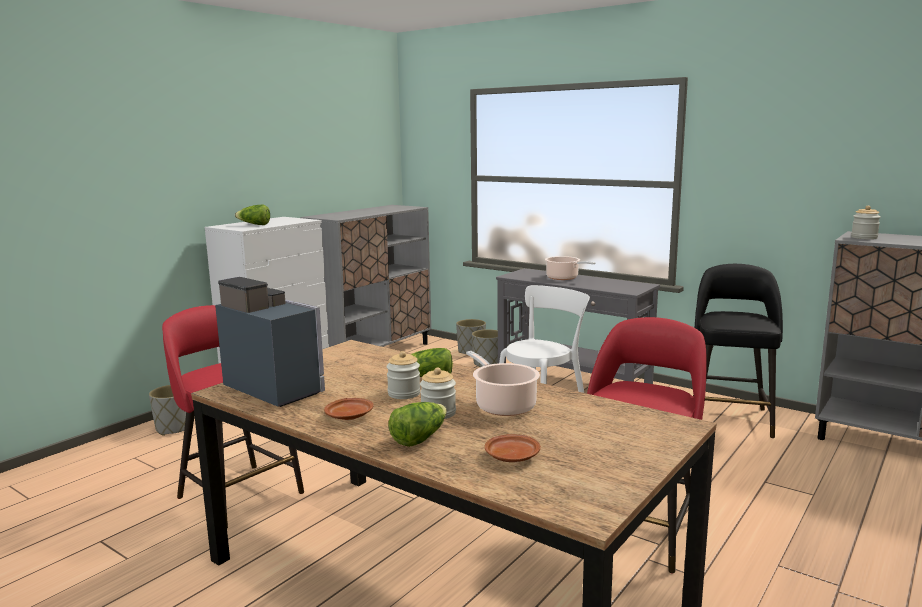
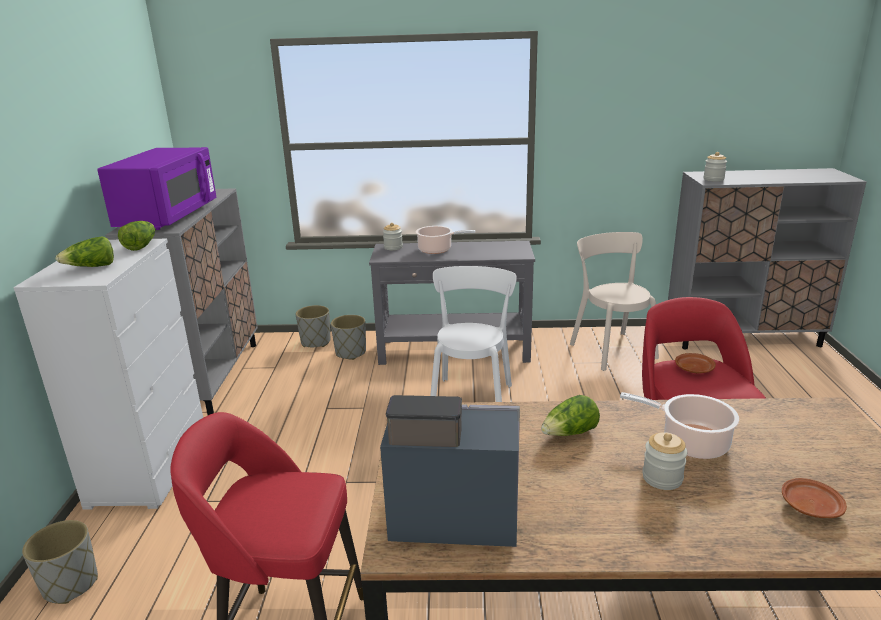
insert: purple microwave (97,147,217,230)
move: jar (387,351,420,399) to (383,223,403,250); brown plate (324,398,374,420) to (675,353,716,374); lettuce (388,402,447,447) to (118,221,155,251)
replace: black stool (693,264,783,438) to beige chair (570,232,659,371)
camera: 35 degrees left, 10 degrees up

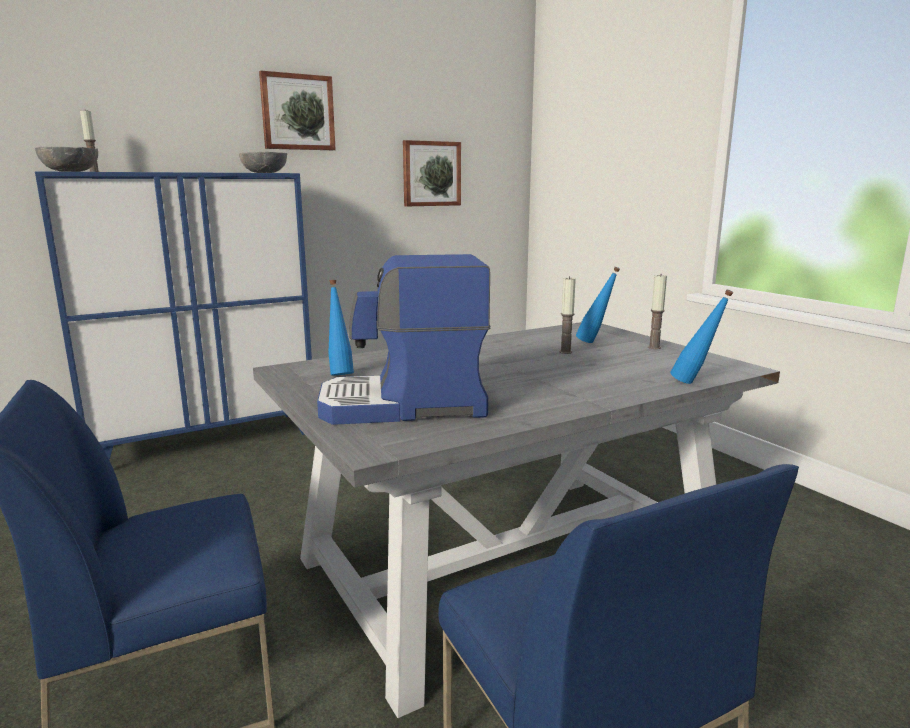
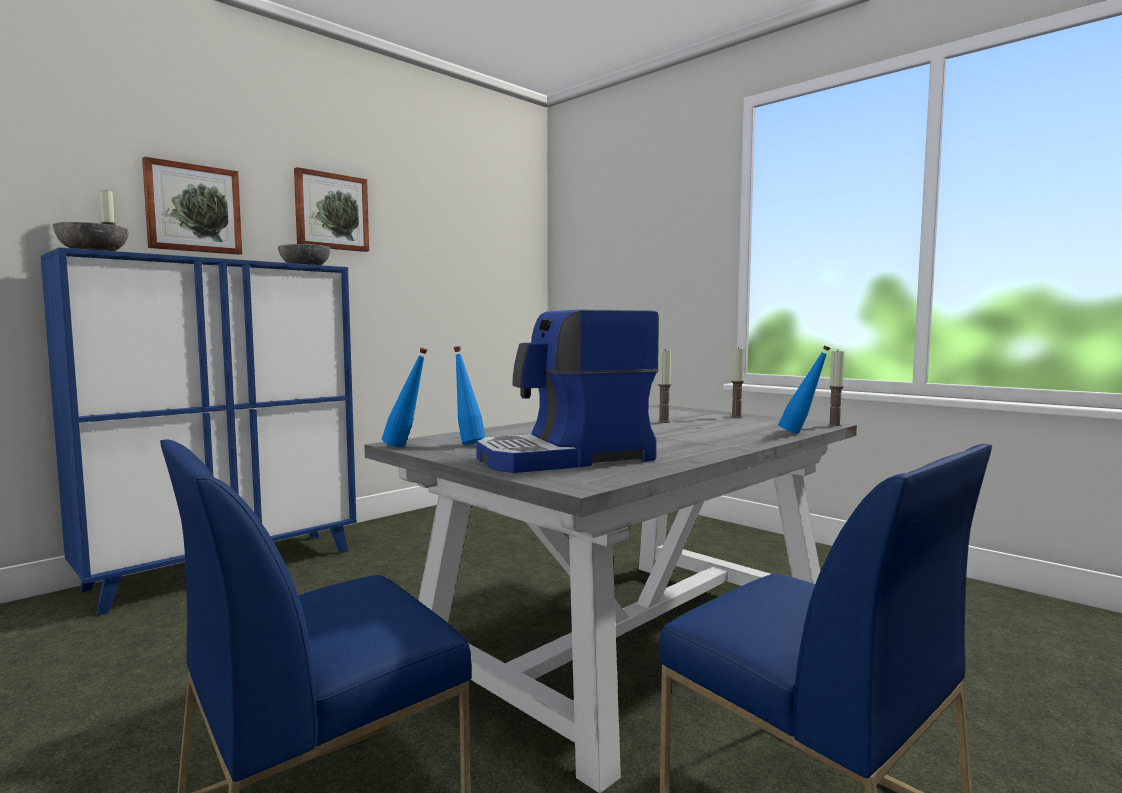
insert: candle (828,351,844,426)
move: picture (403,140,461,206) to (142,157,242,255); blue bottle (576,267,620,343) to (382,348,427,447)
camera: 15 degrees left, 10 degrees down

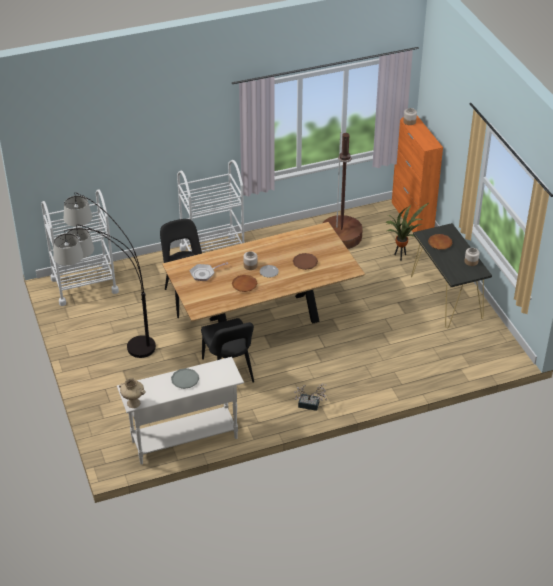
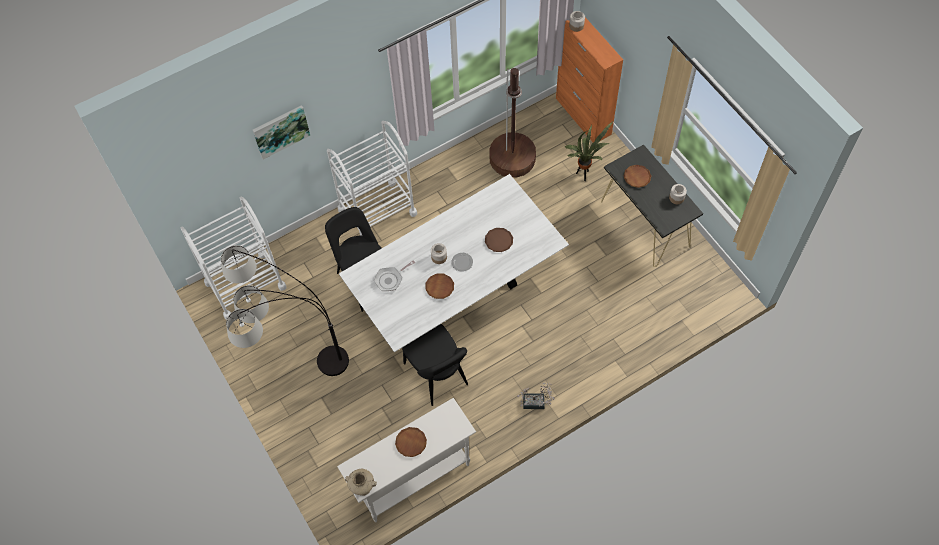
insert: picture (253,105,310,159)
recolor: brown dining table (162,222,365,324) to white dining table (339,174,569,352); grey plate (171,368,199,389) to brown plate (395,427,427,457)
camera: 10 degrees left, 20 degrees up

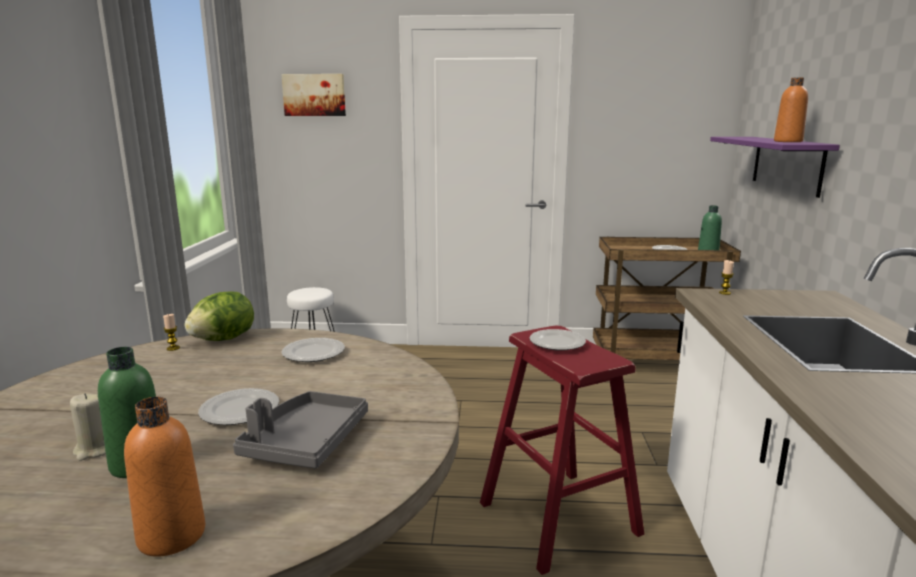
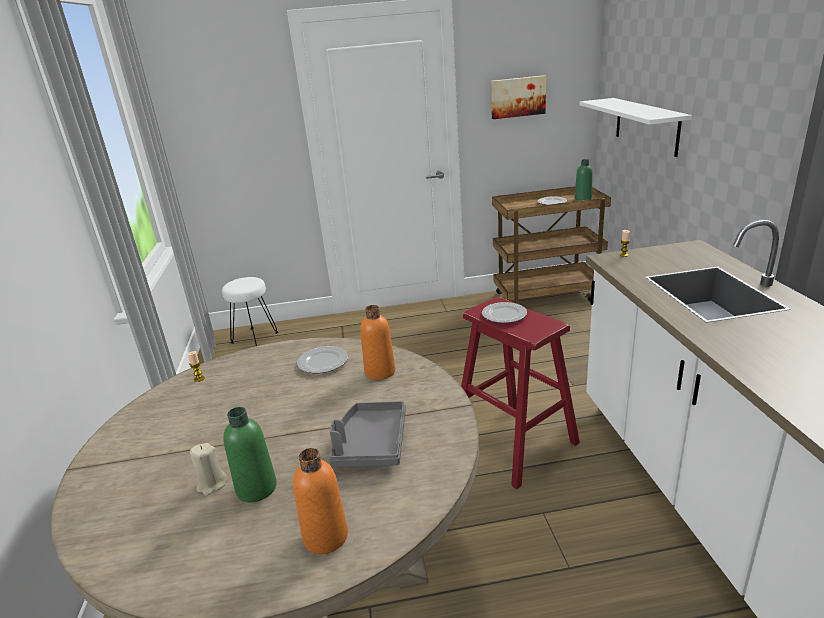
delete: lettuce (185,291,254,341); plate (198,388,279,425)
move: picture (281,74,346,116) to (491,75,546,119); orange bottle (774,77,808,142) to (360,305,395,380)
recolor: purple shelf (710,137,840,198) to white shelf (579,98,692,157)
camera: 10 degrees left, 10 degrees up

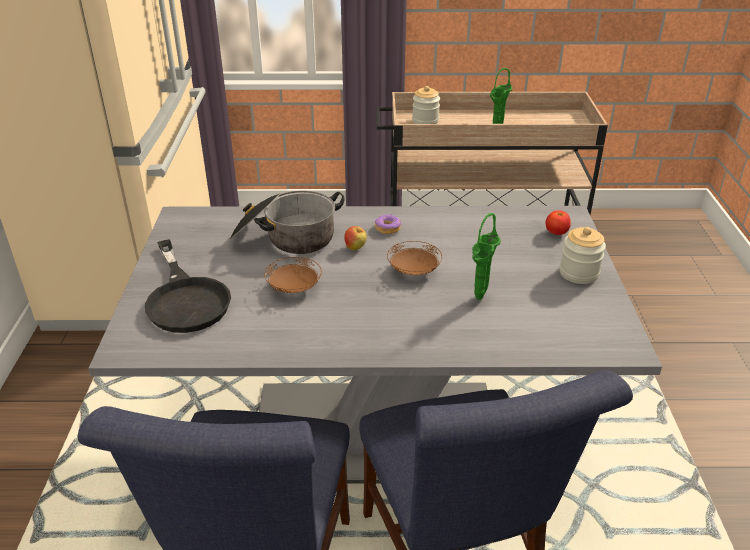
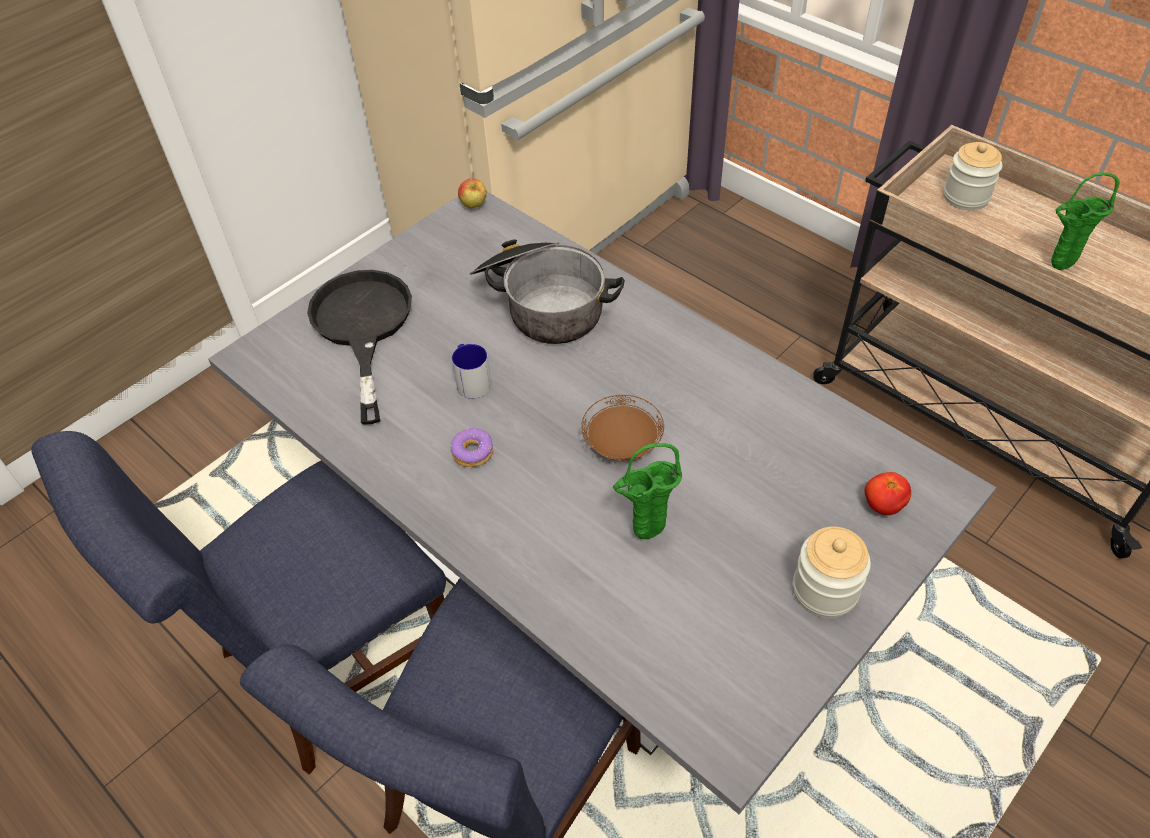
move: donut (375,214,401,234) to (451,428,493,467); apple (344,226,367,250) to (458,178,487,209)
replace: brown plate (264,257,322,293) to mug (452,344,491,399)
rotate: black frying pan (145,239,231,333) = (307,270,412,425) 150 degrees clockwise
camera: 45 degrees right, 15 degrees up

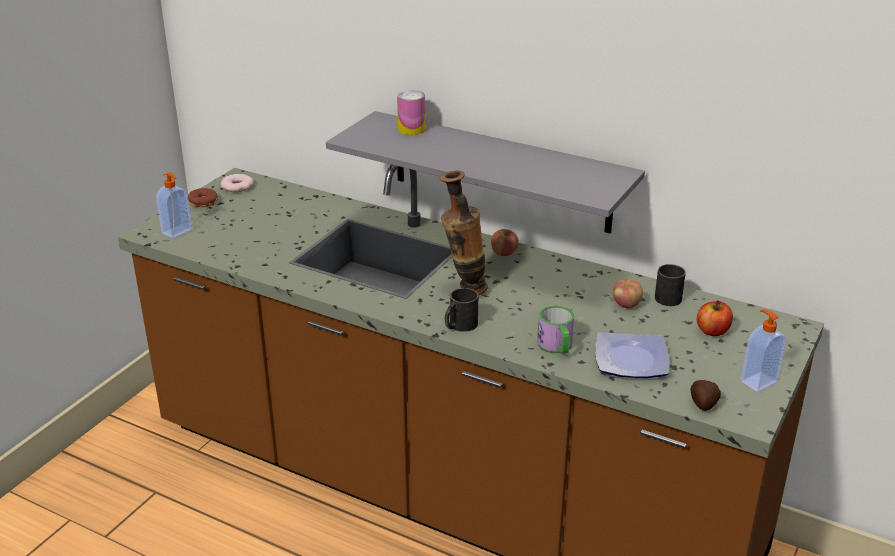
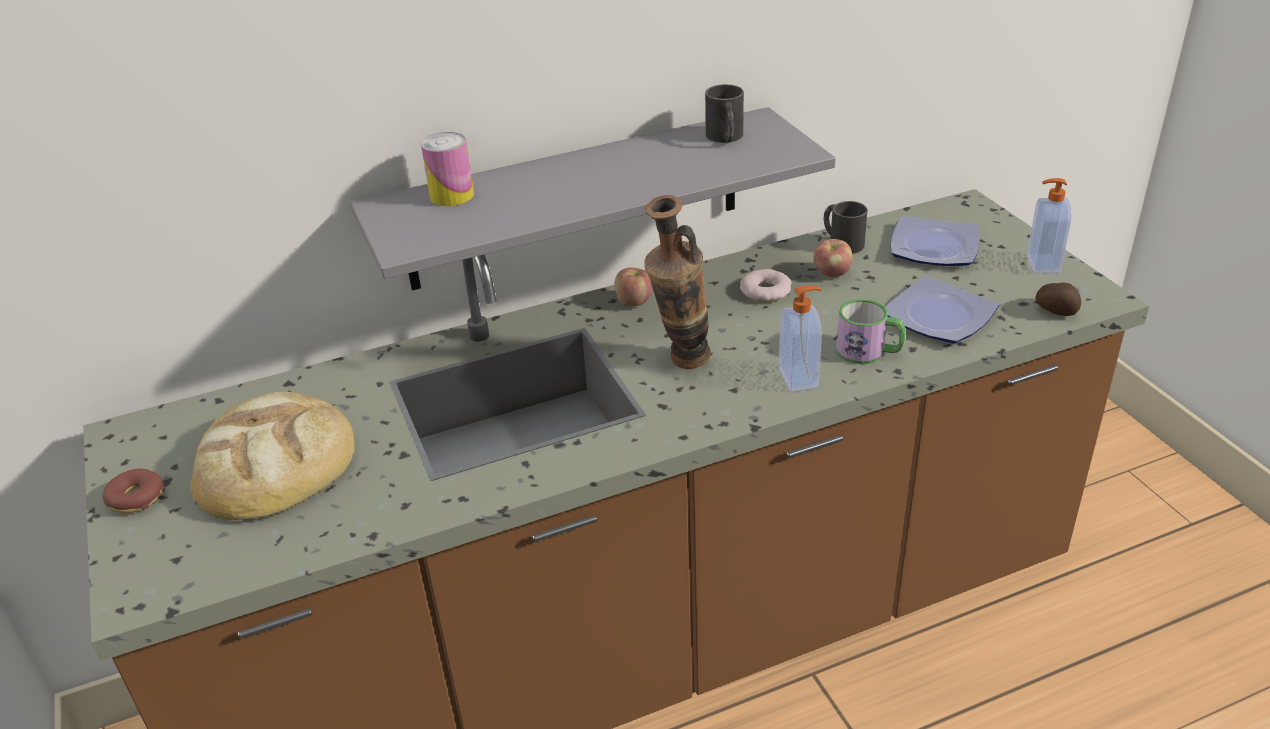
insert: bread (191,392,355,520)
move: soap dispenser (156,172,192,238) to (779,286,822,392); donut (221,174,254,192) to (740,269,792,302); black mug (445,288,478,332) to (705,84,744,143)
replace: apple (697,300,733,336) to plate (891,216,980,266)
camera: 50 degrees left, 5 degrees up

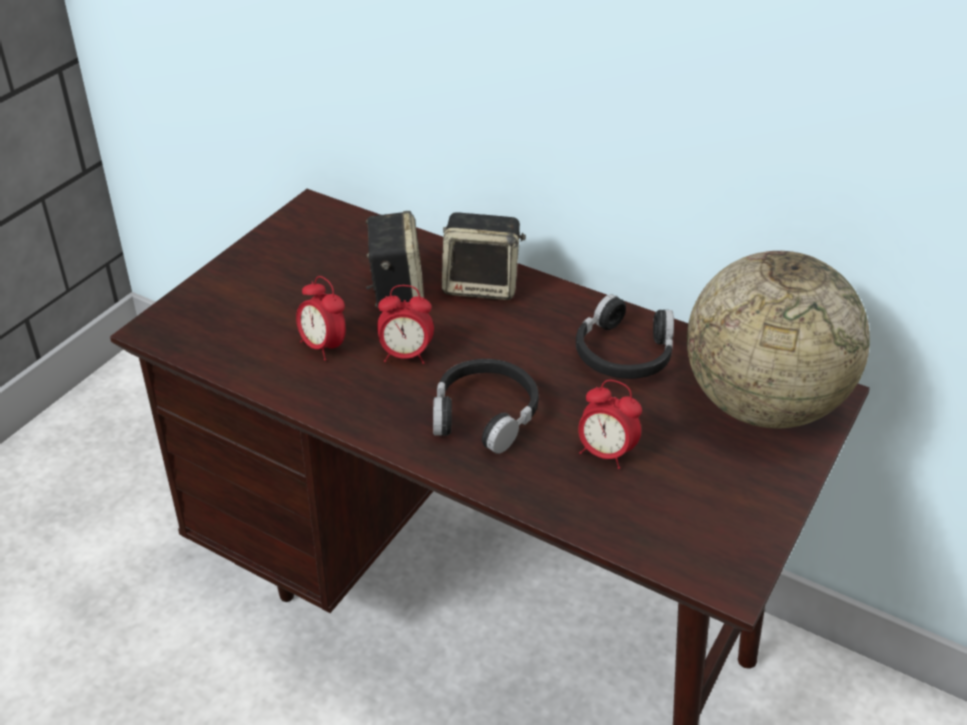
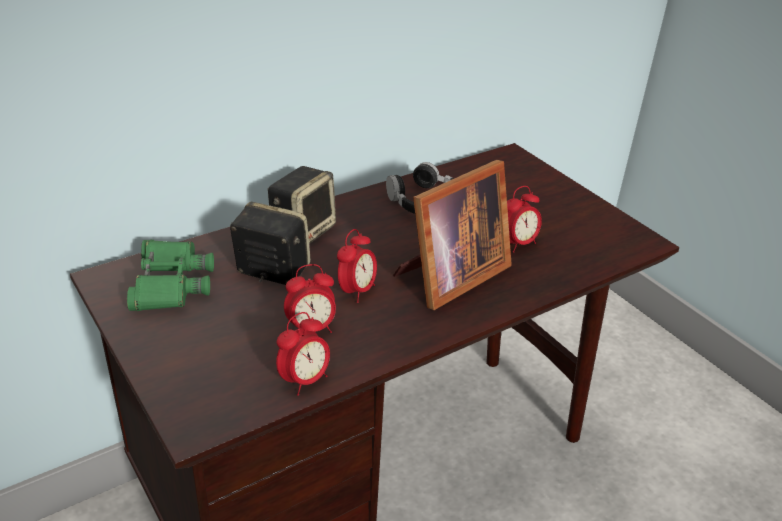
delete: globe (687,251,870,428)
insert: green binoculars (127,240,214,311); alarm clock (276,312,330,396)
replace: black headphones (433,359,539,454) to picture frame (393,160,512,310)
camera: 65 degrees left, 5 degrees down

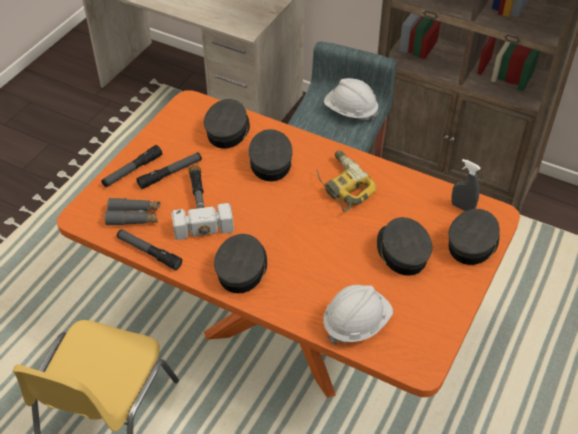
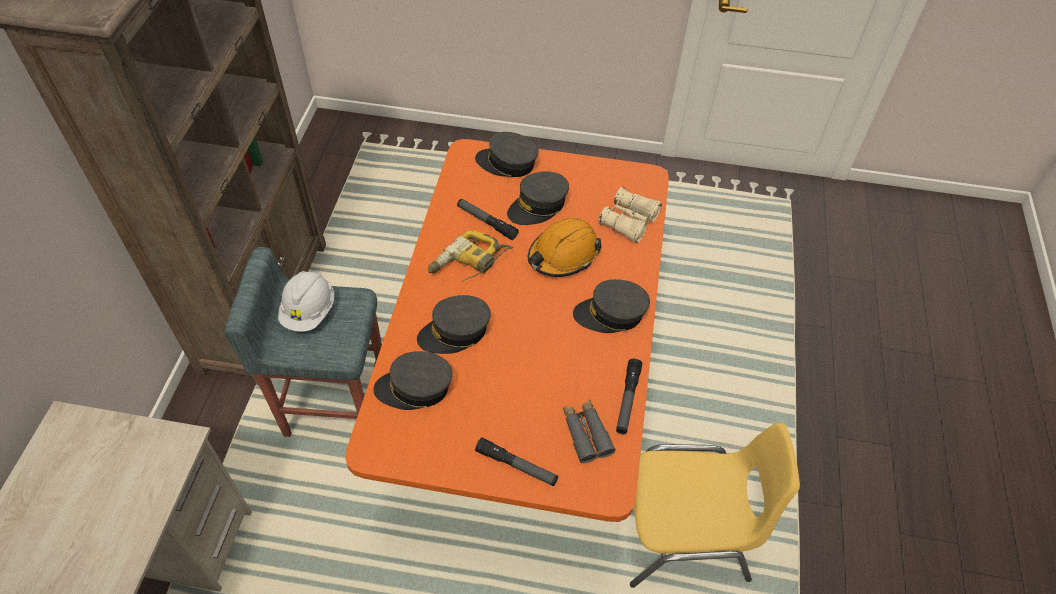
delete: grey spray bottle (451,159,481,211); hammer (172,165,234,240)
insert: orange hard hat (528,218,602,277)
move: flashlight (137,152,202,189) to (457,199,519,240)
replace: white hard hat (323,285,393,345) to beige binoculars (598,187,662,243)
camera: 110 degrees left, 5 degrees up

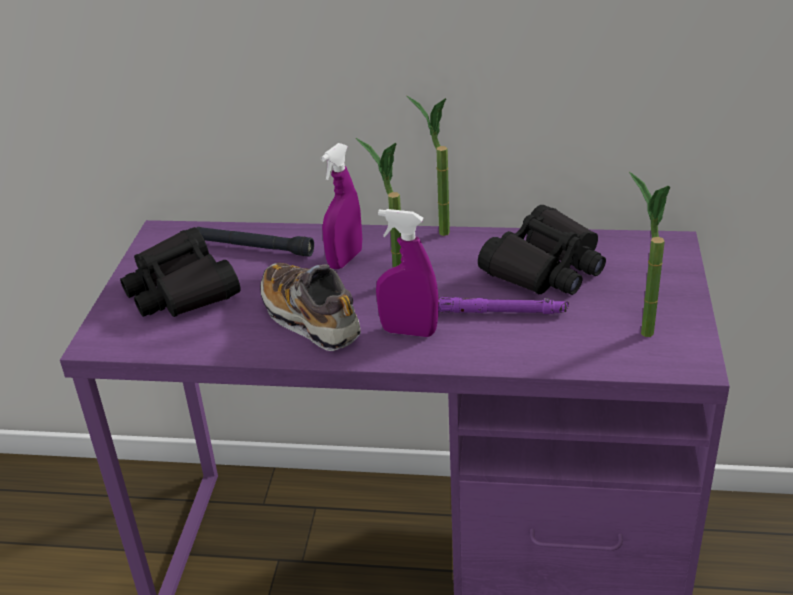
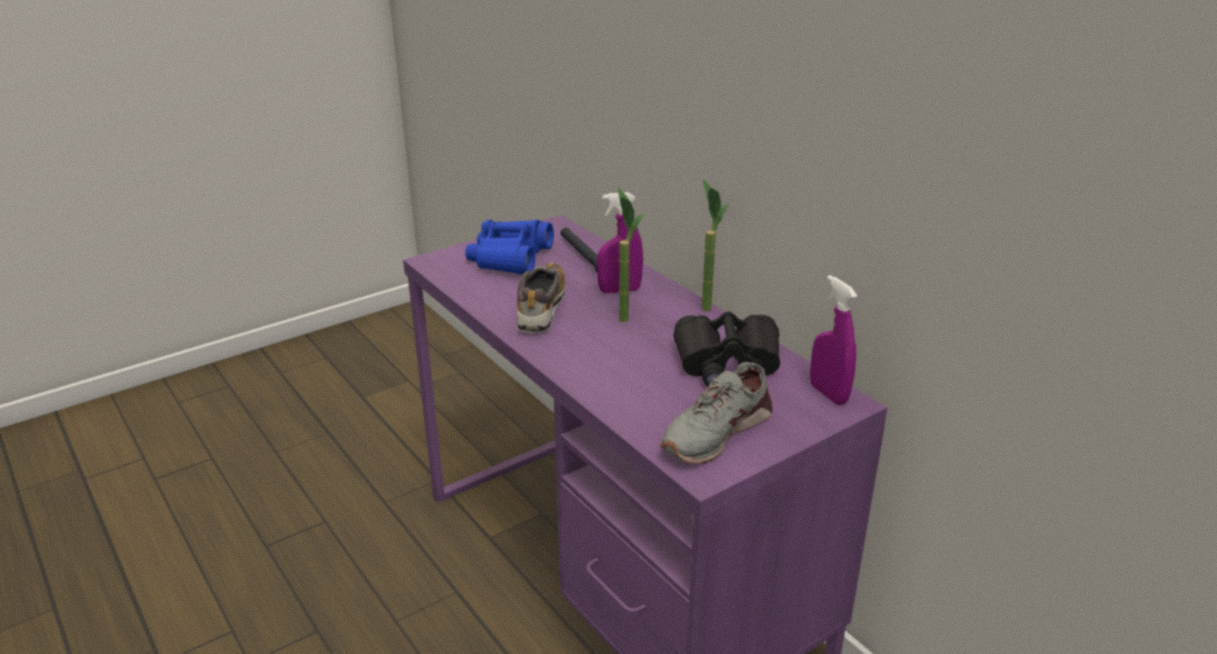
delete: purple flashlight (438,297,569,314)
move: purple spray bottle (376,209,438,337) to (810,275,857,405)
replace: potted plant (629,172,670,337) to grey shoe (660,362,773,464)
recolor: black binoculars (120,227,240,317) to blue binoculars (465,220,554,274)
camera: 45 degrees right, 5 degrees down

